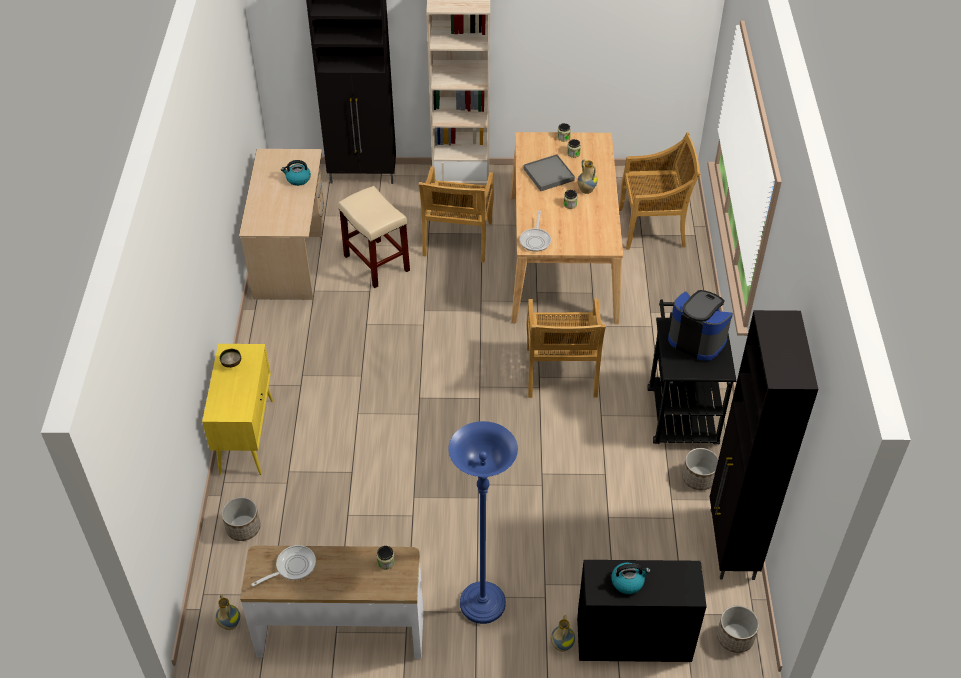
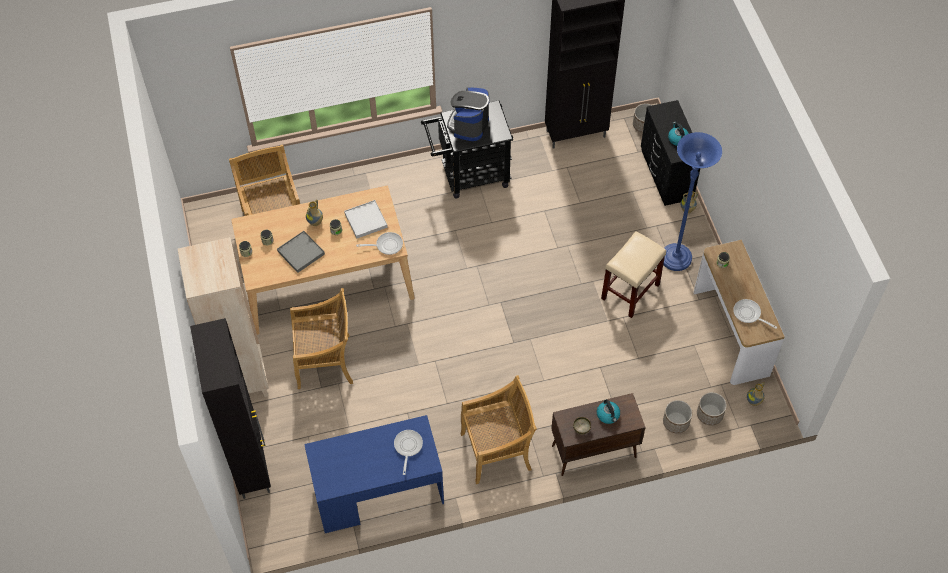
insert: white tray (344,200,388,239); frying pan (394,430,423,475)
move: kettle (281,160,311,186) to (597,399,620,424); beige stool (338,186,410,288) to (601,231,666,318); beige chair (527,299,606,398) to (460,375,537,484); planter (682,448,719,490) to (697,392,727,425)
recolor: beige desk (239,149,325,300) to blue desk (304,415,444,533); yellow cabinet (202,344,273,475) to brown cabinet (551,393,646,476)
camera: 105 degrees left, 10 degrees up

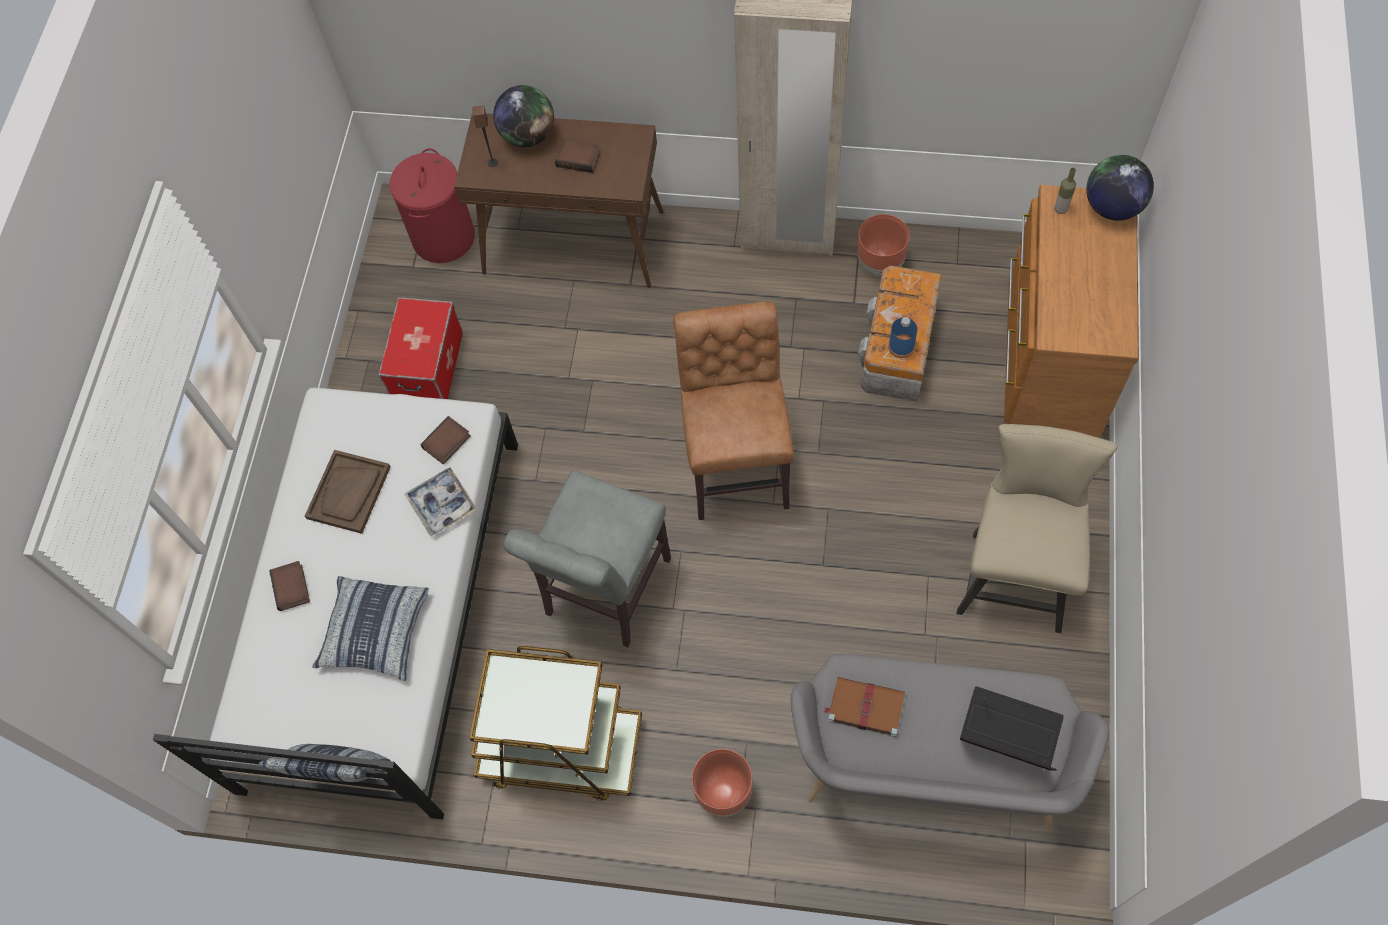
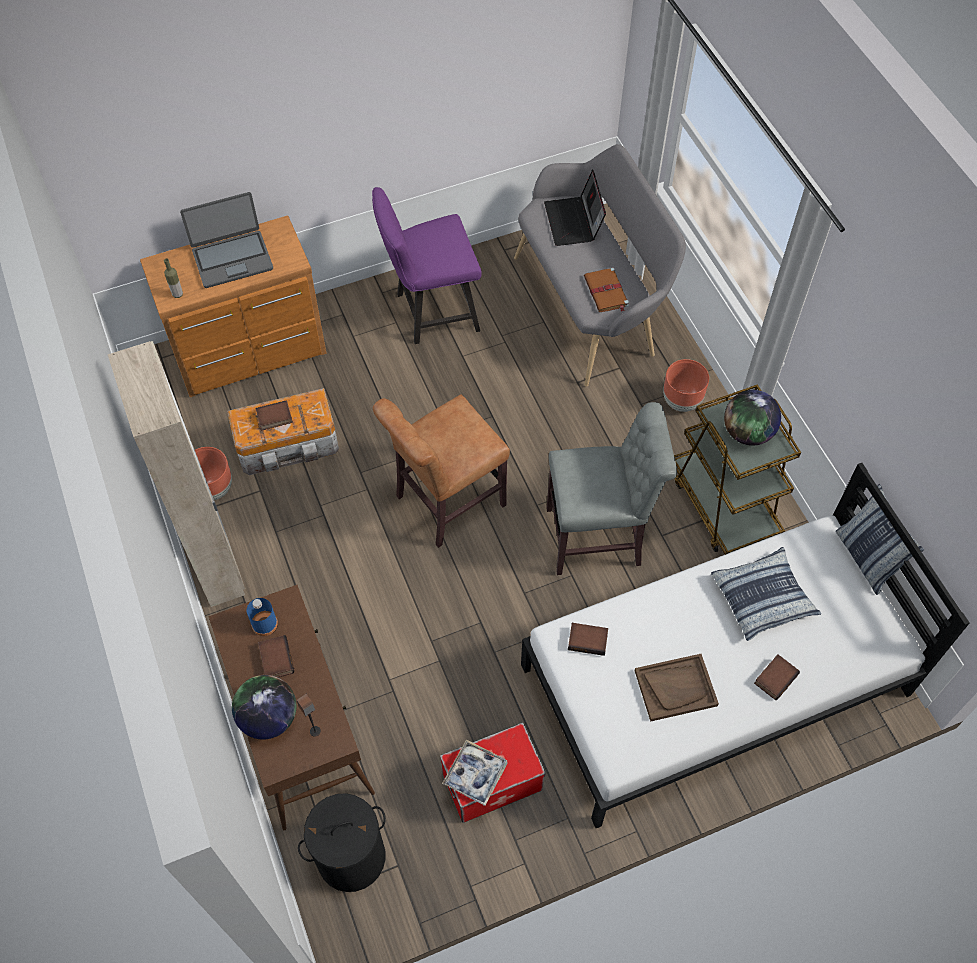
insert: laptop (180,192,273,288); book (256,400,293,431)
move: globe (1086,155,1154,221) to (724,390,781,446); blue bottle (888,317,917,358) to (246,598,278,636); tray (404,467,477,536) to (442,739,508,806)
recolor: red laundry basket (390,148,475,263) to black laundry basket (298,793,386,892); beige chair (956,424,1118,633) to purple chair (372,187,482,344)
camera: 125 degrees left, 5 degrees down

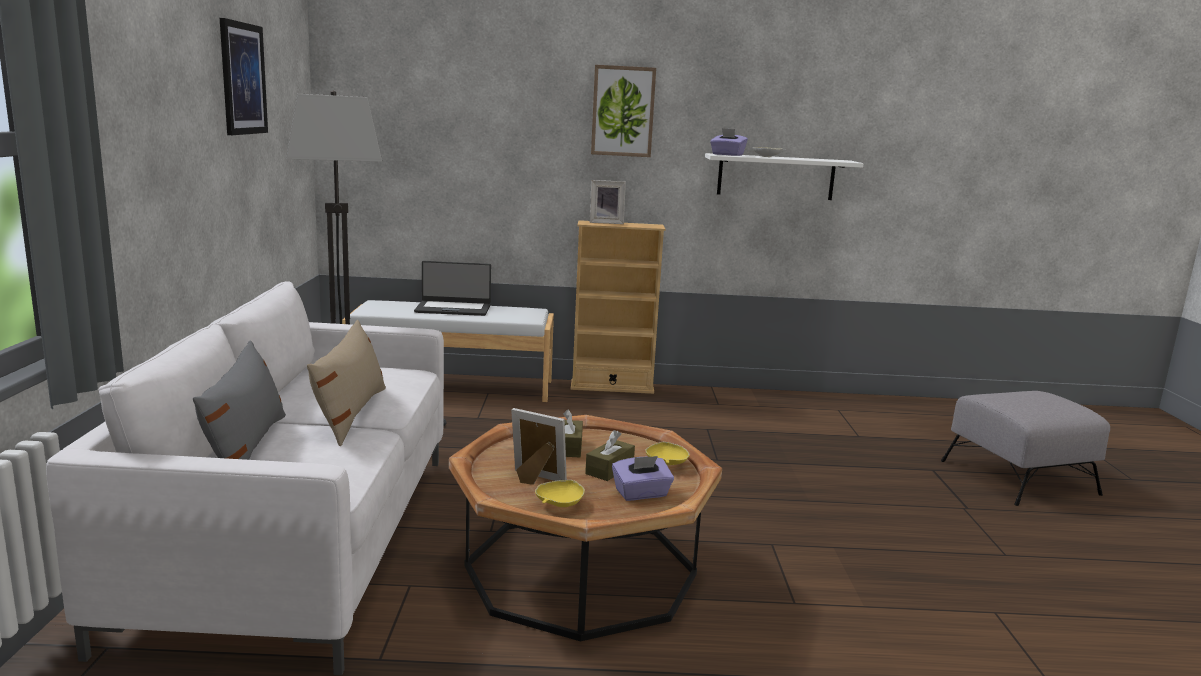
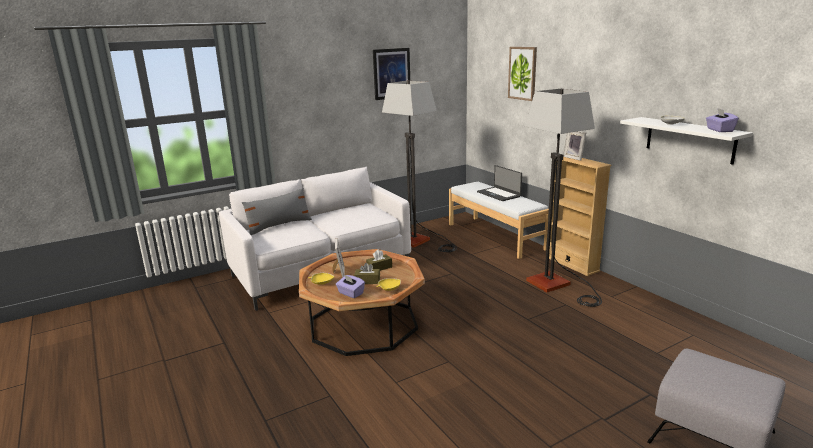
delete: beige pillow (307,320,386,446)
insert: floor lamp (525,89,602,307)
move: picture (591,65,656,157) to (508,47,537,101); purple tissue box (710,128,748,156) to (706,108,739,132)
camera: 60 degrees right, 5 degrees up

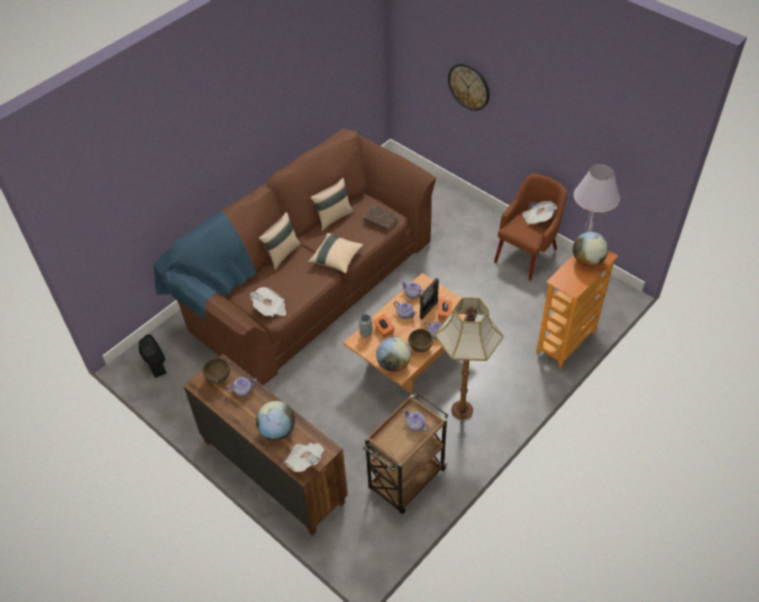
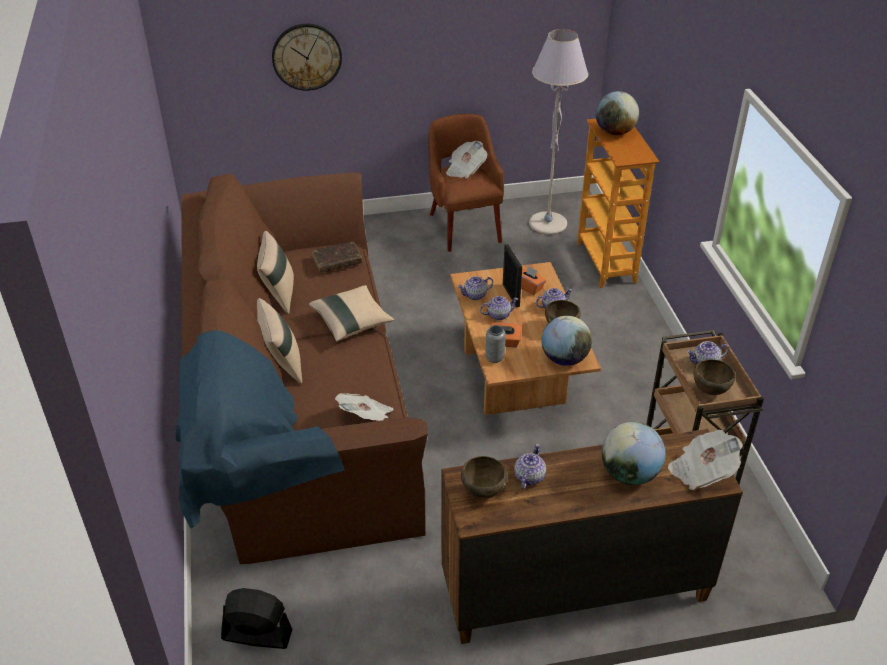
delete: floor lamp (435,297,503,420)
insert: brown bowl (694,359,736,395)
camera: 55 degrees left, 10 degrees down

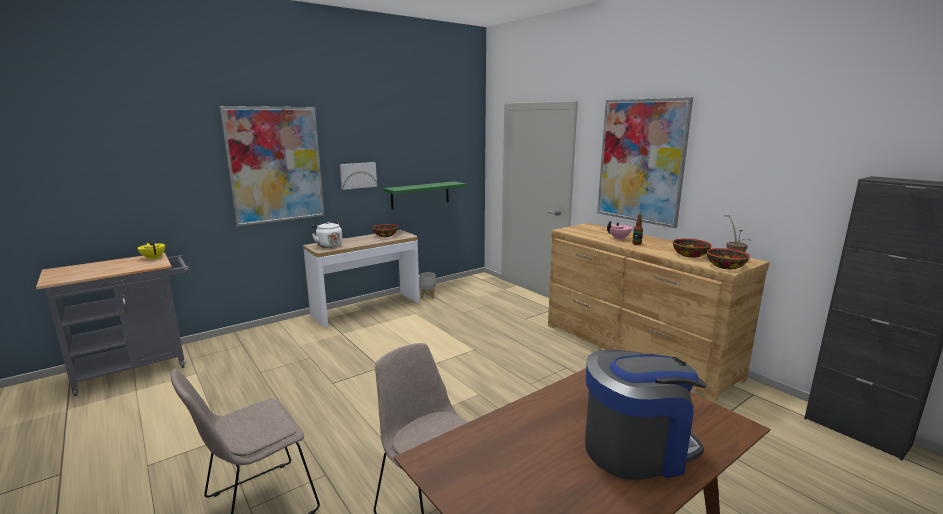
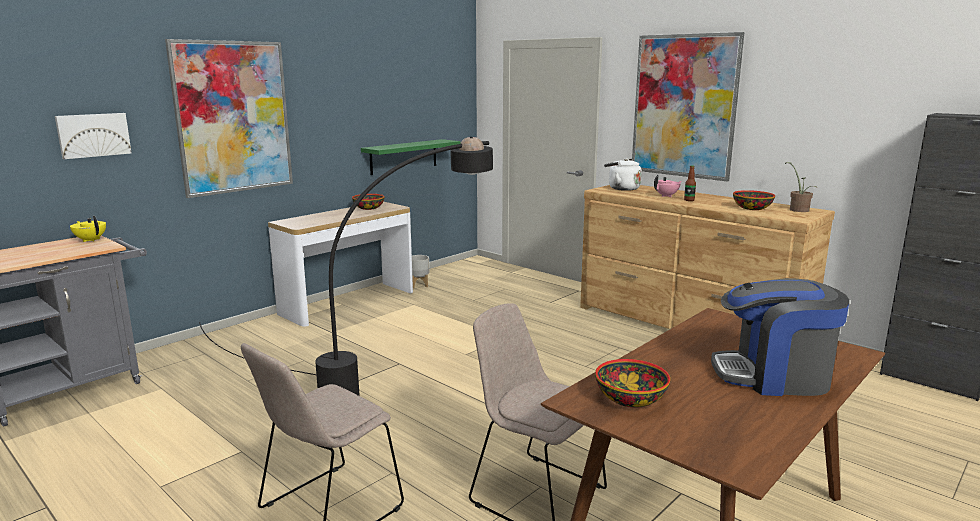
insert: black floor lamp (199,137,493,396)
move: picture (340,162,377,190) to (55,113,132,159); white kettle (311,222,343,248) to (604,158,642,191); bowl (707,248,750,269) to (595,359,670,408)
rotate: coffee machine (585,349,707,480) = (711,278,849,396) 150 degrees counterclockwise
camera: 10 degrees left, 0 degrees up

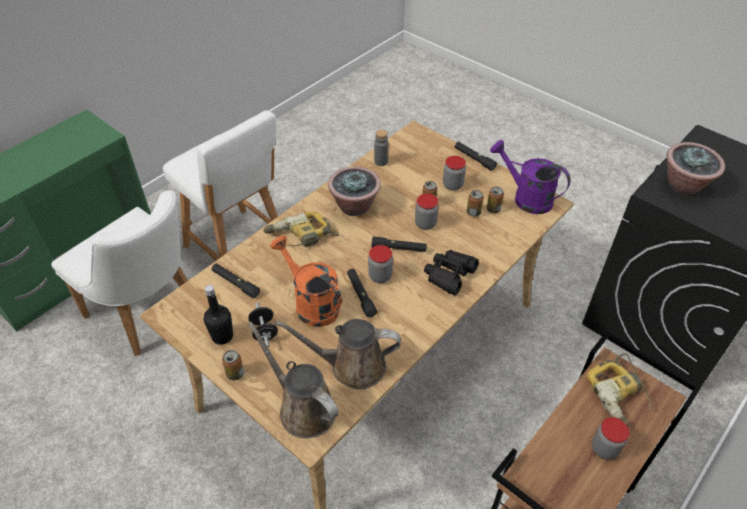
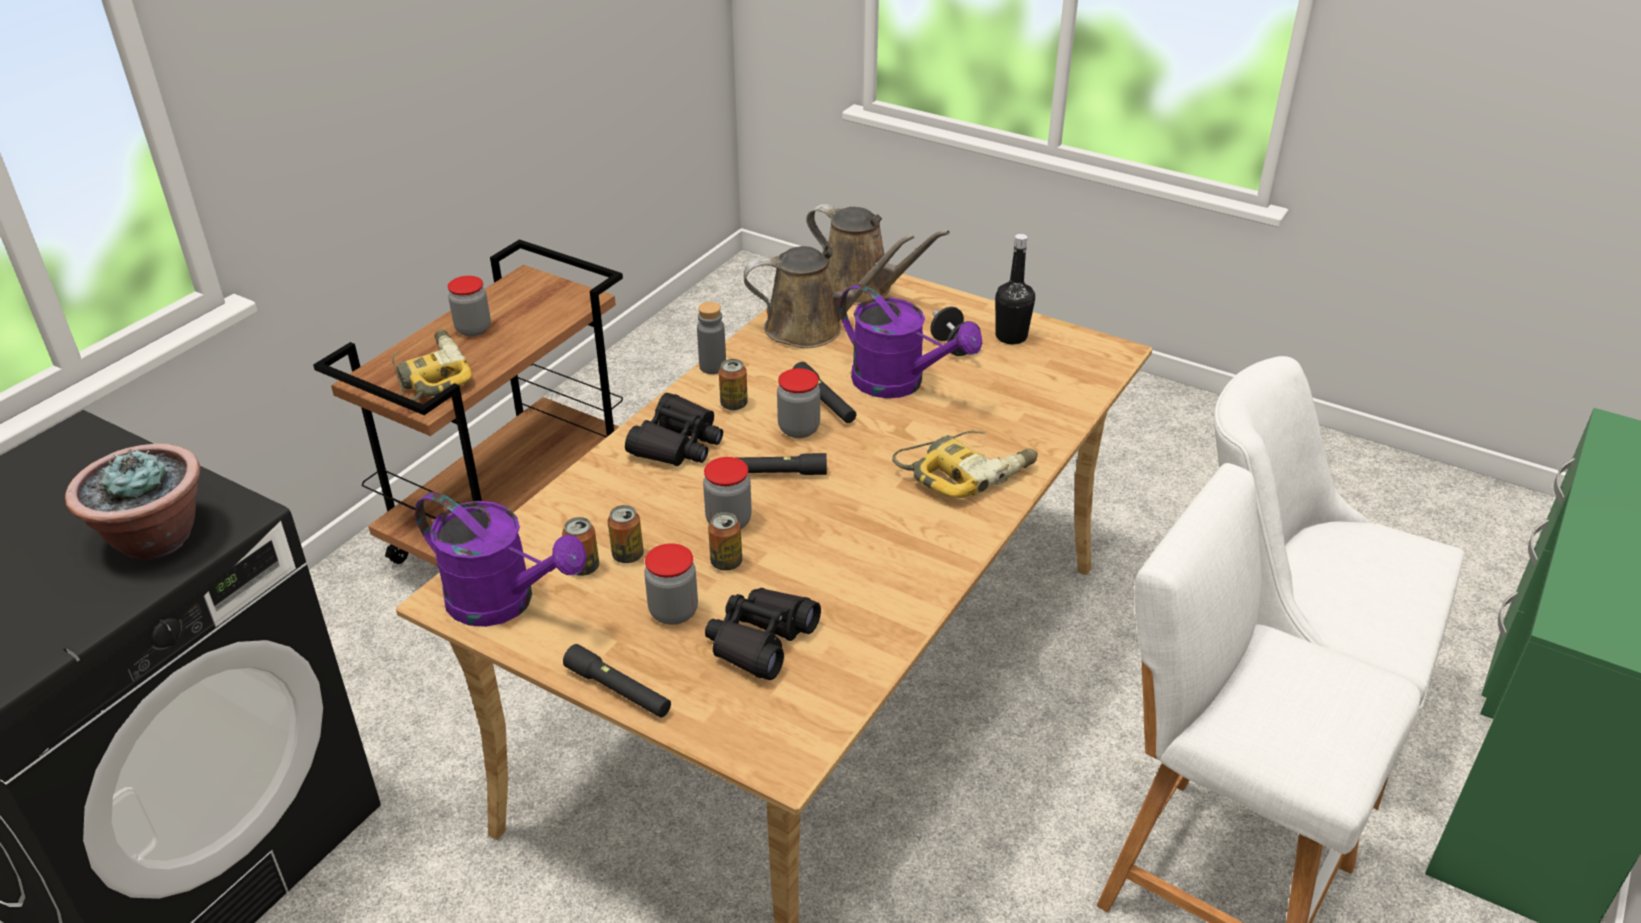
delete: potted plant (328,167,381,216); black flashlight (212,263,260,298)
insert: black binoculars (705,588,821,680)
move: grey bottle (374,130,389,166) to (697,302,726,374); can (222,350,244,380) to (719,359,748,410)
recolor: orange watering can (270,235,342,327) to purple watering can (840,284,982,398)
camera: 170 degrees right, 10 degrees down

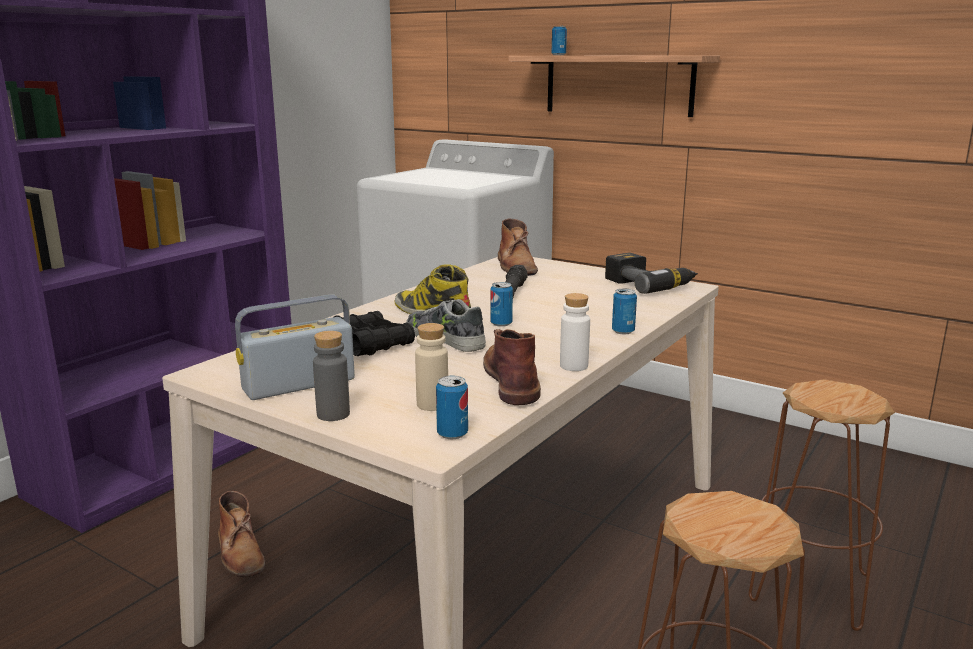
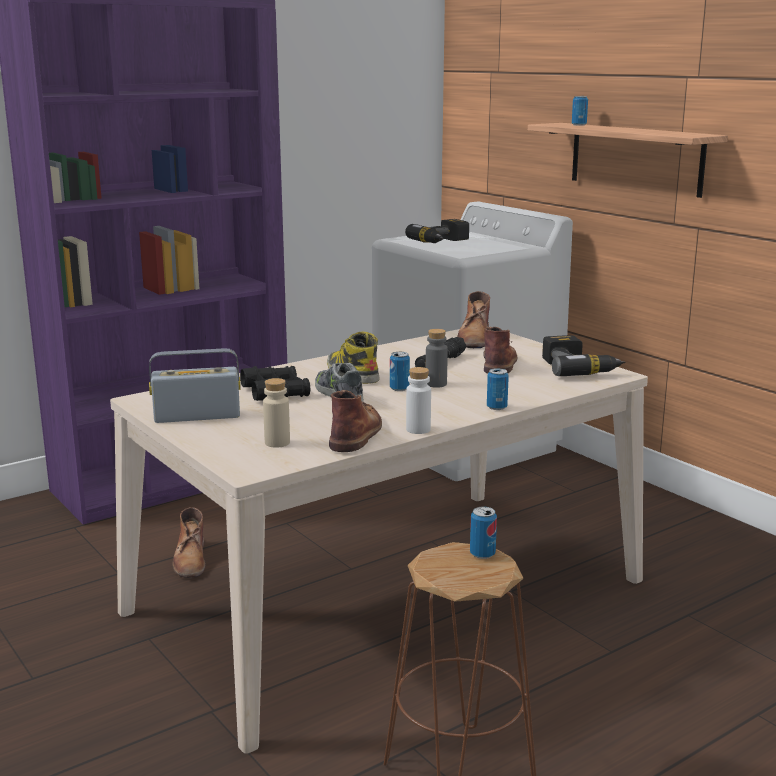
delete: brown stool (749,379,895,631)
insert: power drill (405,219,469,243); brown boot (483,327,517,374)
move: grey bottle (313,331,350,421) to (426,329,448,388); can (436,375,468,439) to (470,506,497,559)
camera: 20 degrees right, 0 degrees up

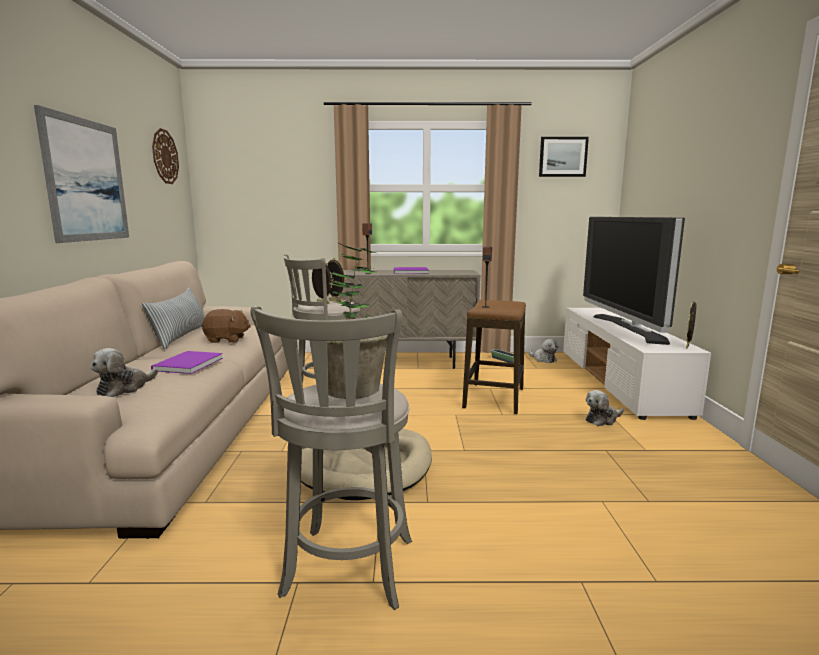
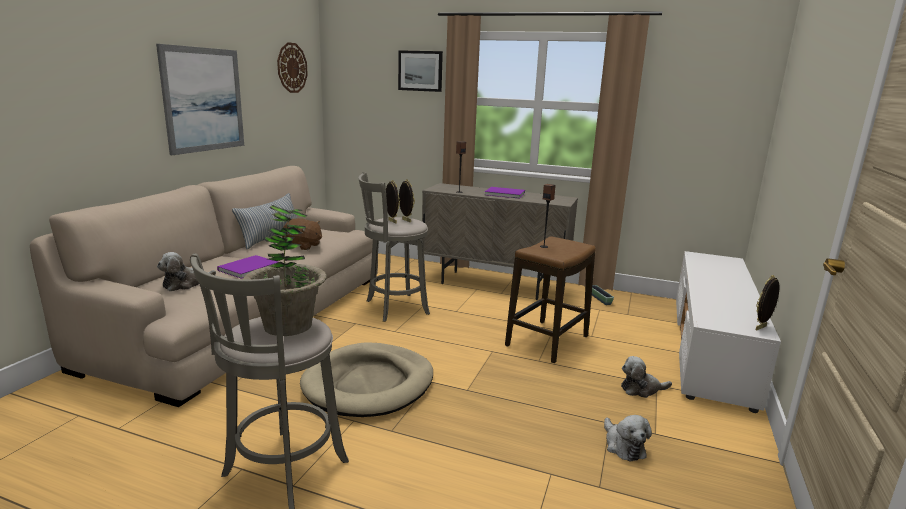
delete: television (583,217,685,345)
move: picture (539,137,589,177) to (398,50,443,92); plush toy (528,339,558,363) to (604,415,652,462)
camera: 20 degrees right, 5 degrees up

